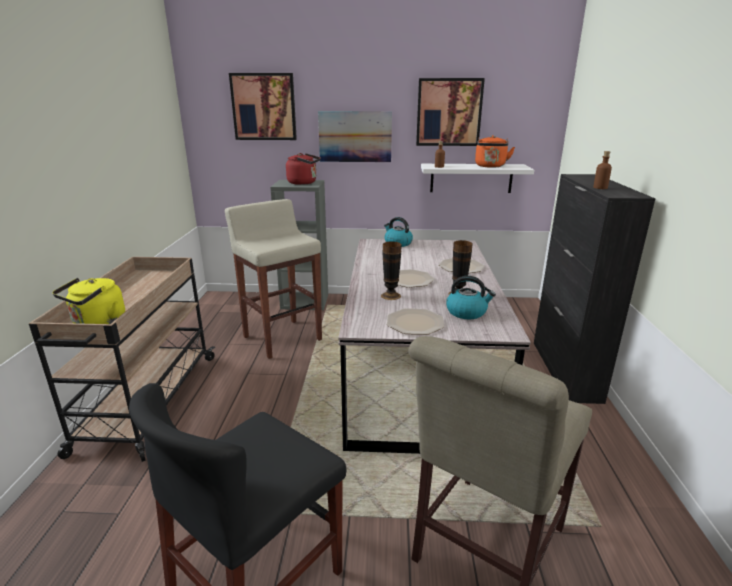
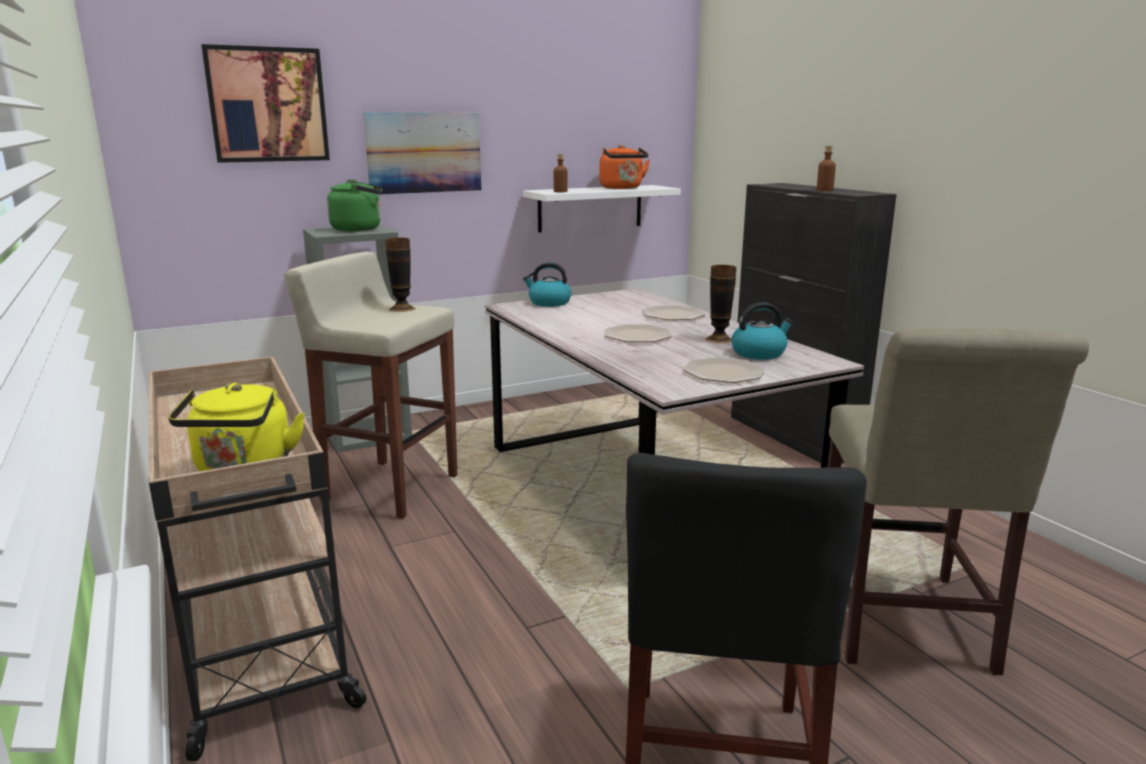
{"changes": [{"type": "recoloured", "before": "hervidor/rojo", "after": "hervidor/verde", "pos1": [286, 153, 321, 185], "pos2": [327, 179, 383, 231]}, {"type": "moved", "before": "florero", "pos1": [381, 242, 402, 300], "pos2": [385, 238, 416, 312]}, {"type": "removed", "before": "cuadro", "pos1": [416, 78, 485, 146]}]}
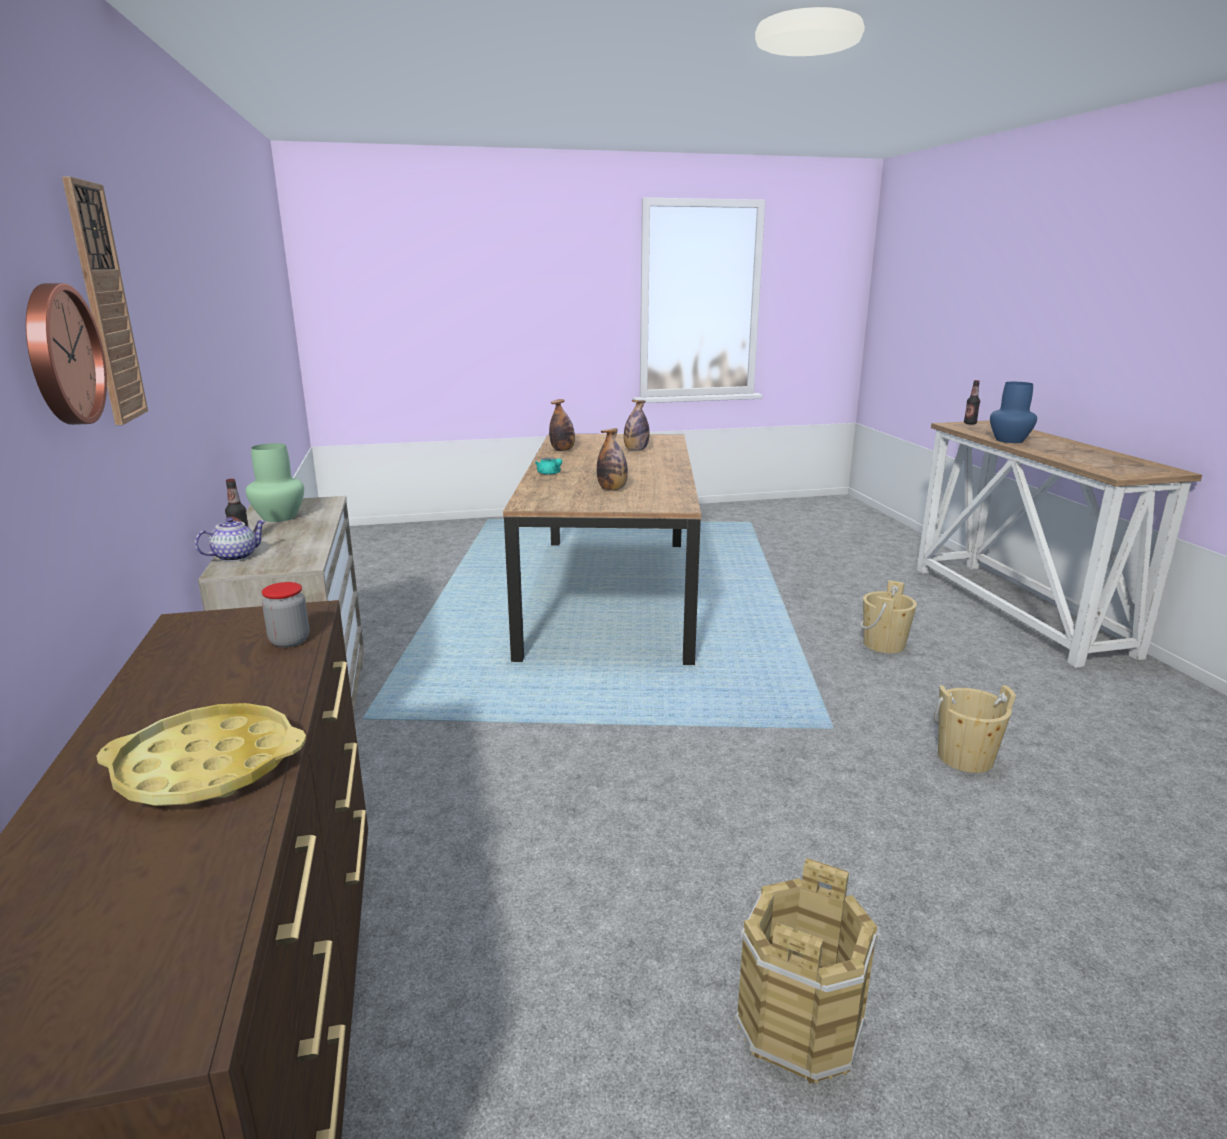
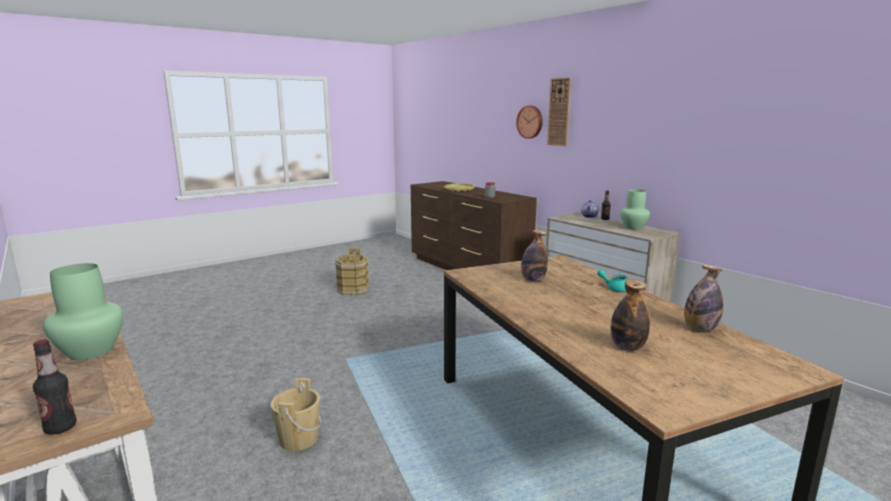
{"changes": [{"type": "removed", "before": "cubo/beis", "pos1": [934, 685, 1016, 773]}, {"type": "recoloured", "before": "florero/azul", "after": "florero/verde", "pos1": [990, 382, 1037, 443], "pos2": [43, 263, 124, 360]}]}
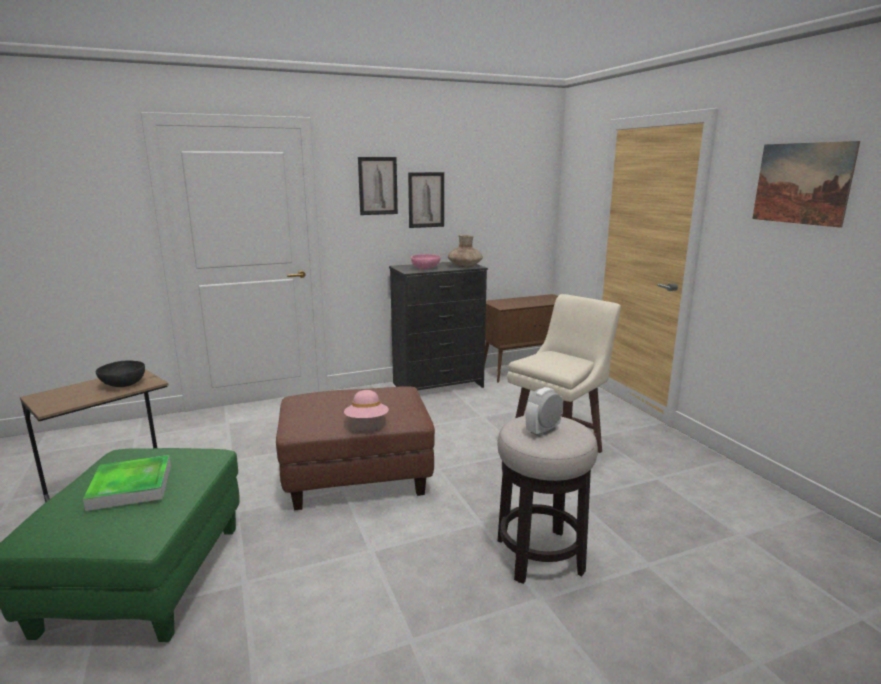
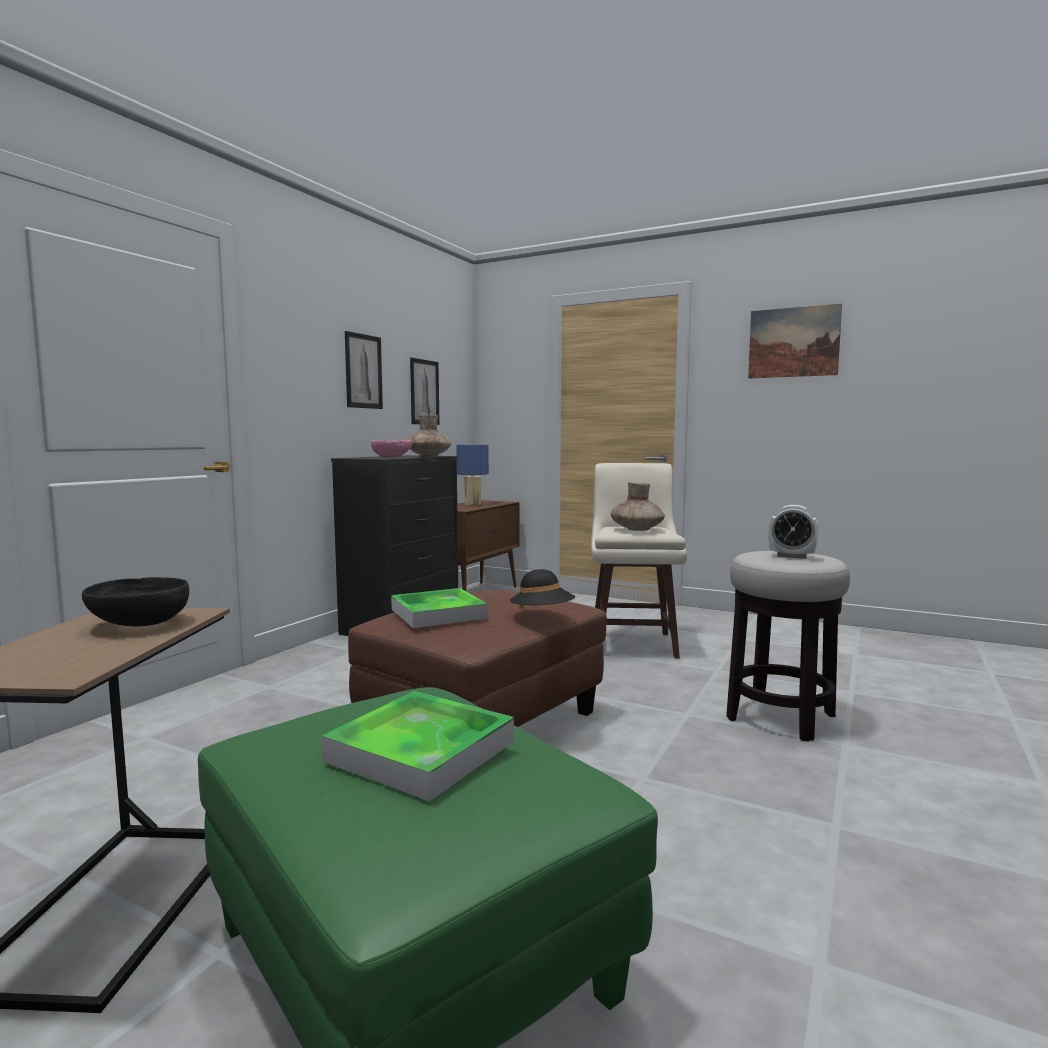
{"changes": [{"type": "recoloured", "before": "sombrero/rosa", "after": "sombrero/negro", "pos1": [344, 390, 389, 418], "pos2": [509, 569, 575, 608]}, {"type": "moved", "before": "cuadro", "pos1": [358, 157, 398, 215], "pos2": [410, 358, 440, 425]}, {"type": "turned", "before": "despertador", "pos1": [526, 387, 563, 437], "pos2": [768, 505, 819, 559], "turn": -75}, {"type": "added", "after": "bandeja", "pos2": [391, 588, 488, 628]}, {"type": "added", "after": "lámpara de mesa/azul", "pos2": [456, 444, 489, 505]}, {"type": "added", "after": "florero/marrón", "pos2": [610, 482, 665, 531]}]}
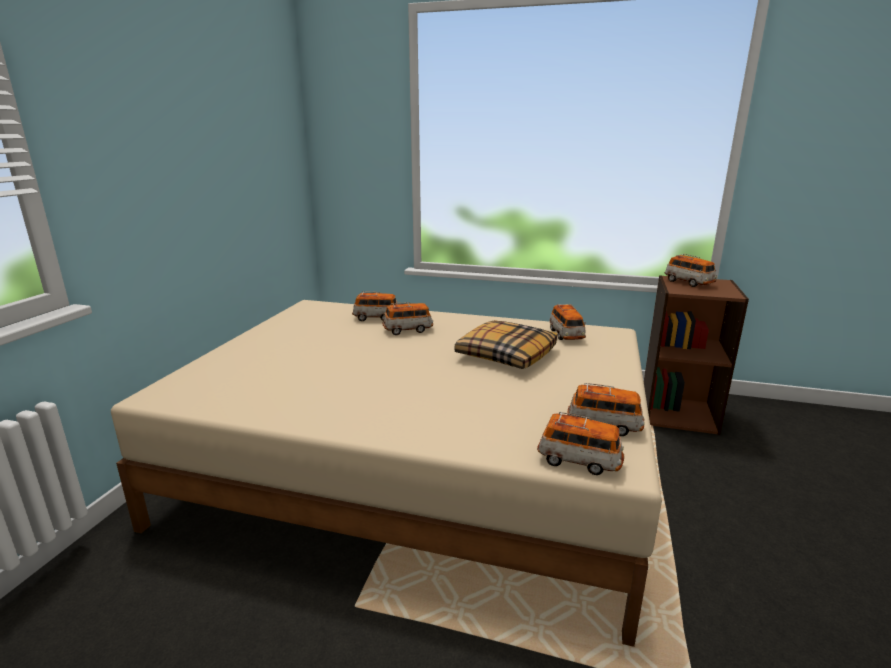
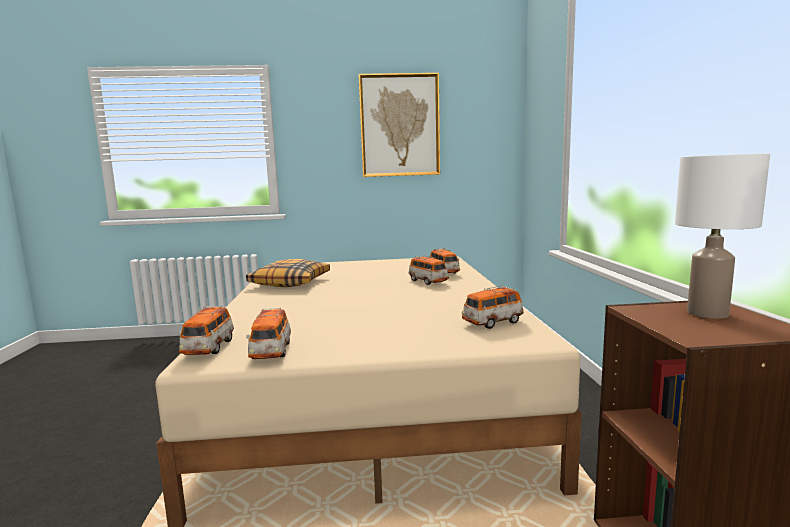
{"changes": [{"type": "moved", "before": "cojín", "pos1": [455, 320, 557, 369], "pos2": [246, 259, 330, 287]}, {"type": "replaced", "before": "coche de juguete", "after": "lámpara de mesa/blanco", "pos1": [664, 254, 717, 287], "pos2": [675, 154, 770, 319]}, {"type": "added", "after": "cuadro", "pos2": [359, 73, 440, 177]}]}
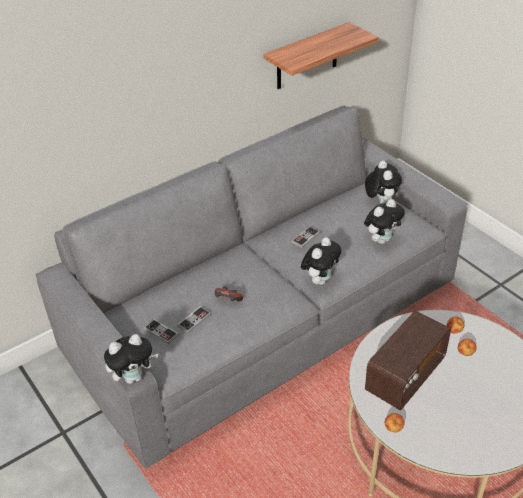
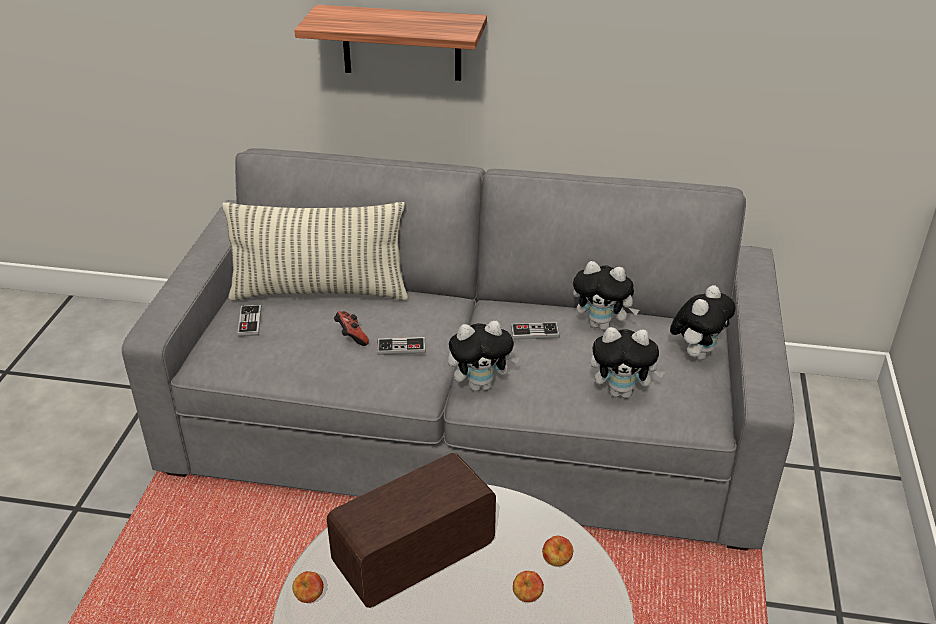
{"changes": [{"type": "moved", "before": "peluche", "pos1": [104, 334, 159, 384], "pos2": [573, 261, 639, 330]}, {"type": "moved", "before": "mando de consola", "pos1": [177, 306, 211, 333], "pos2": [377, 337, 426, 355]}, {"type": "moved", "before": "estante", "pos1": [263, 22, 379, 89], "pos2": [294, 5, 487, 81]}, {"type": "turned", "before": "radio", "pos1": [365, 310, 451, 410], "pos2": [327, 453, 496, 608], "turn": 150}, {"type": "added", "after": "cojín", "pos2": [222, 202, 409, 301]}]}
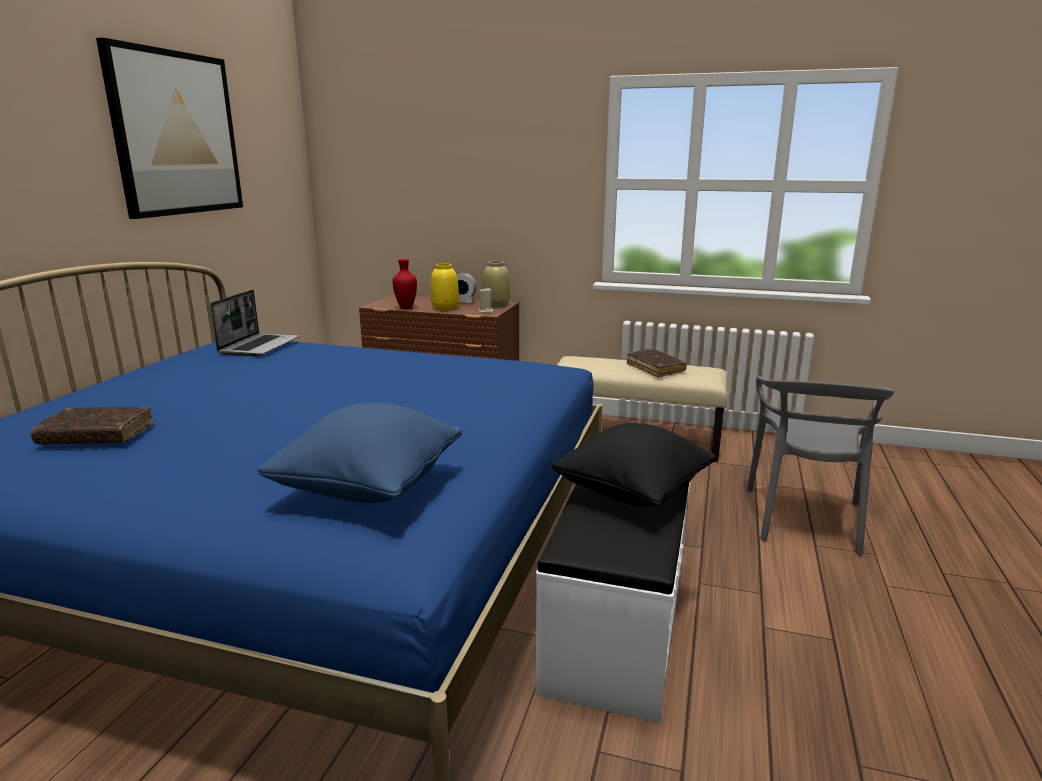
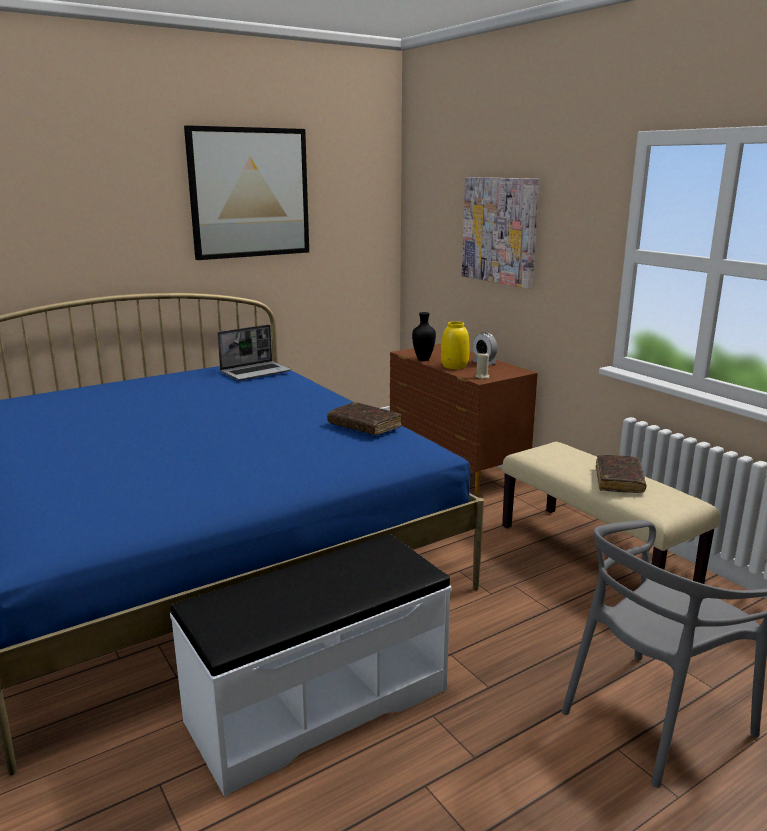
{"changes": [{"type": "moved", "before": "libro/marrón", "pos1": [30, 407, 154, 445], "pos2": [327, 402, 402, 435]}, {"type": "removed", "before": "cojín/azul", "pos1": [257, 403, 462, 503]}, {"type": "recoloured", "before": "florero/rojo", "after": "florero/negro", "pos1": [393, 259, 417, 309], "pos2": [412, 312, 436, 361]}, {"type": "removed", "before": "florero/beis", "pos1": [482, 261, 510, 307]}, {"type": "removed", "before": "cojín/negro", "pos1": [551, 423, 716, 507]}, {"type": "added", "after": "cuadro", "pos2": [462, 177, 540, 289]}]}
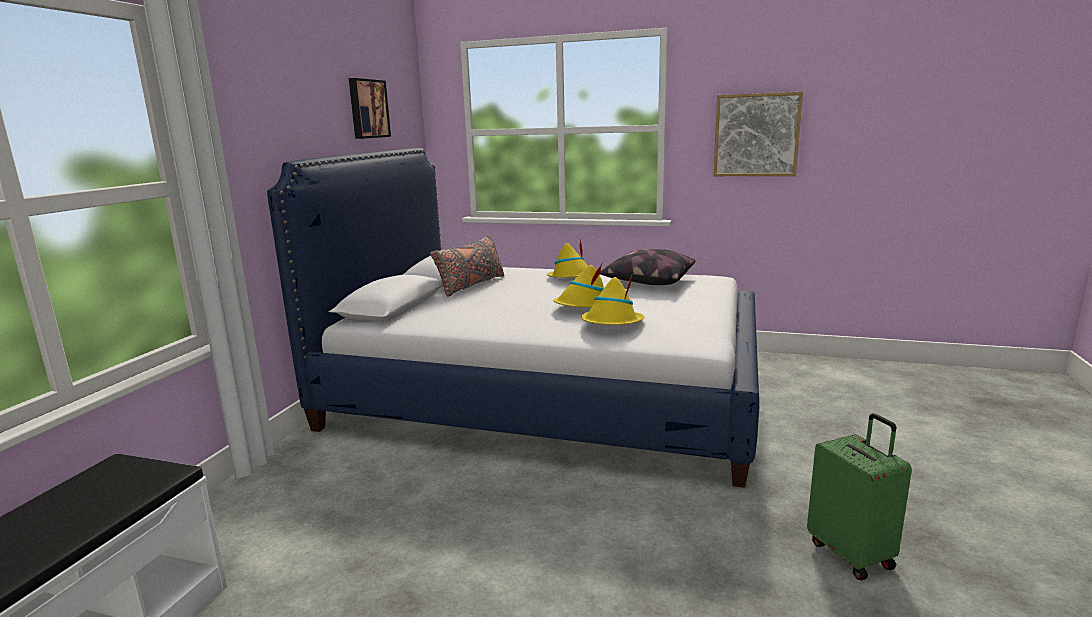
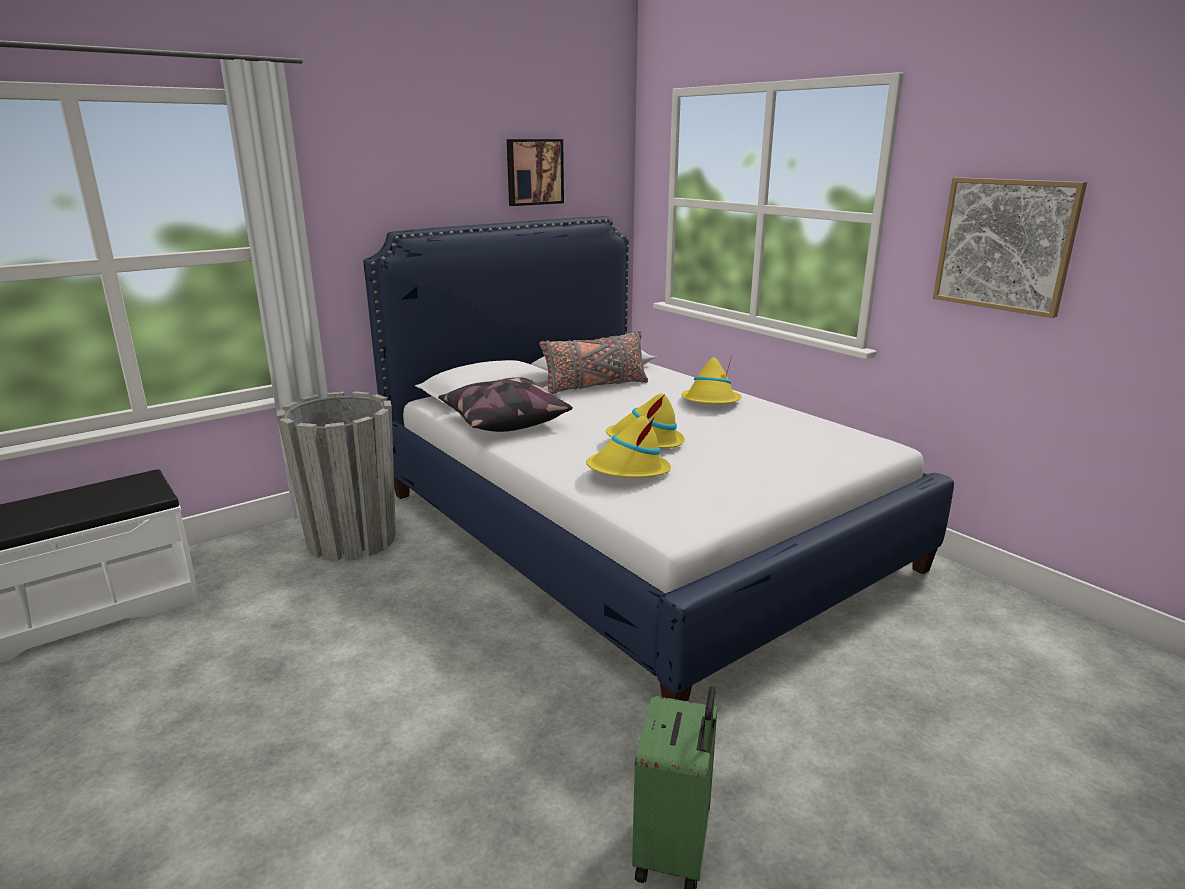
{"changes": [{"type": "moved", "before": "cojín", "pos1": [600, 249, 695, 285], "pos2": [438, 377, 573, 432]}, {"type": "added", "after": "maceta/gris", "pos2": [277, 391, 396, 561]}]}
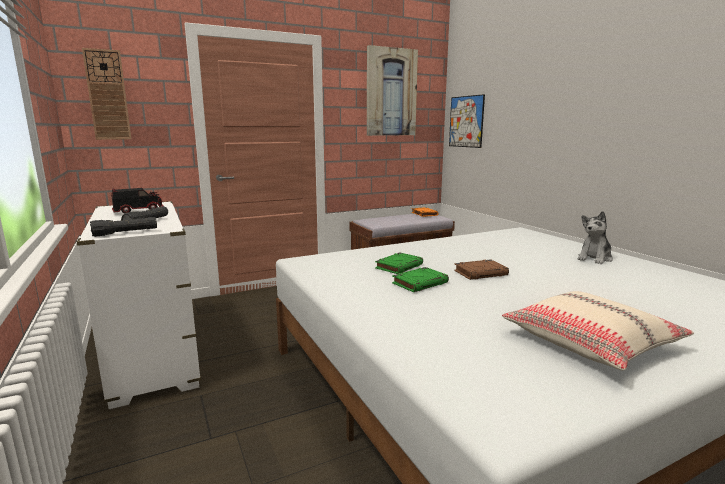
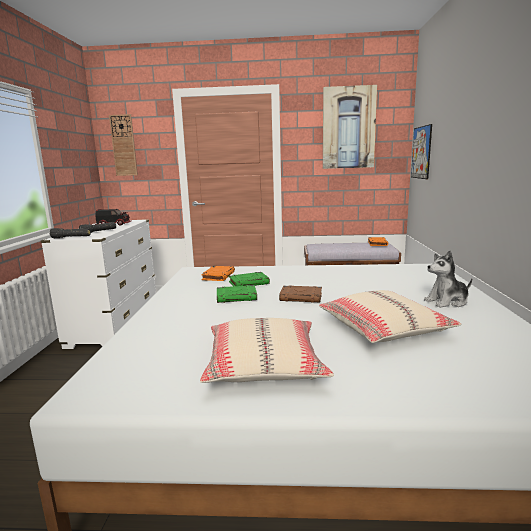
{"changes": [{"type": "added", "after": "libro/naranja", "pos2": [201, 266, 235, 281]}, {"type": "added", "after": "cojín/beis", "pos2": [319, 290, 461, 343]}]}
